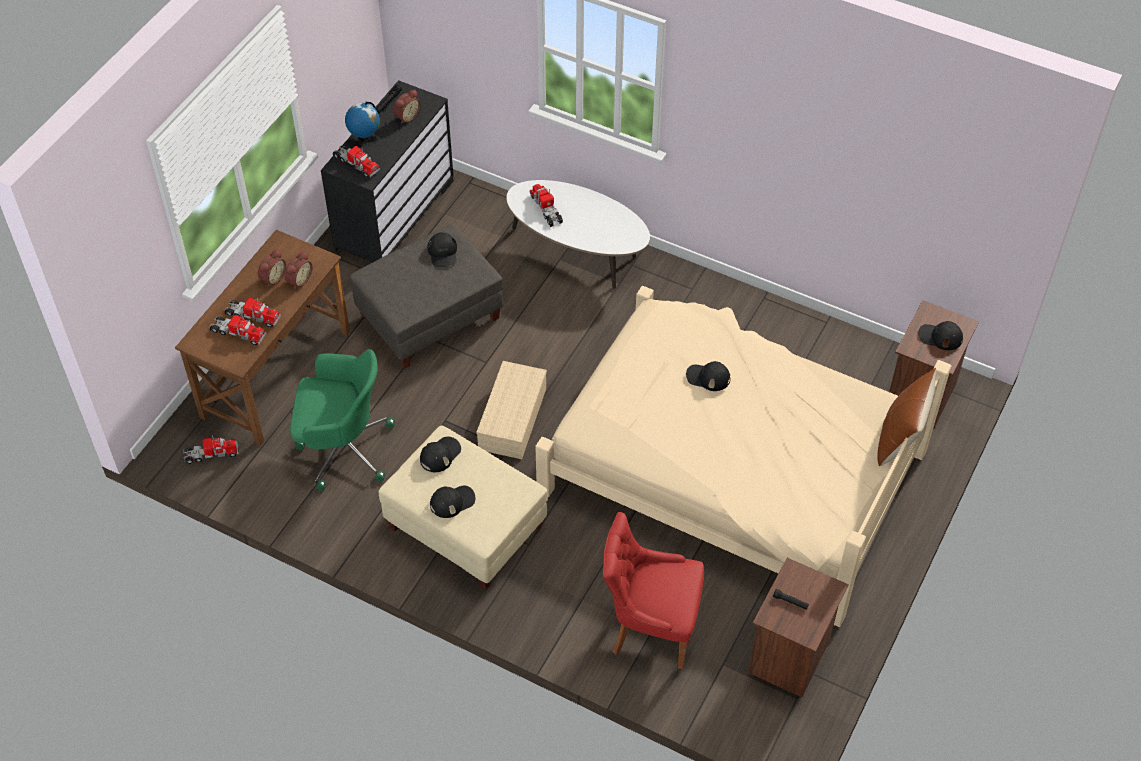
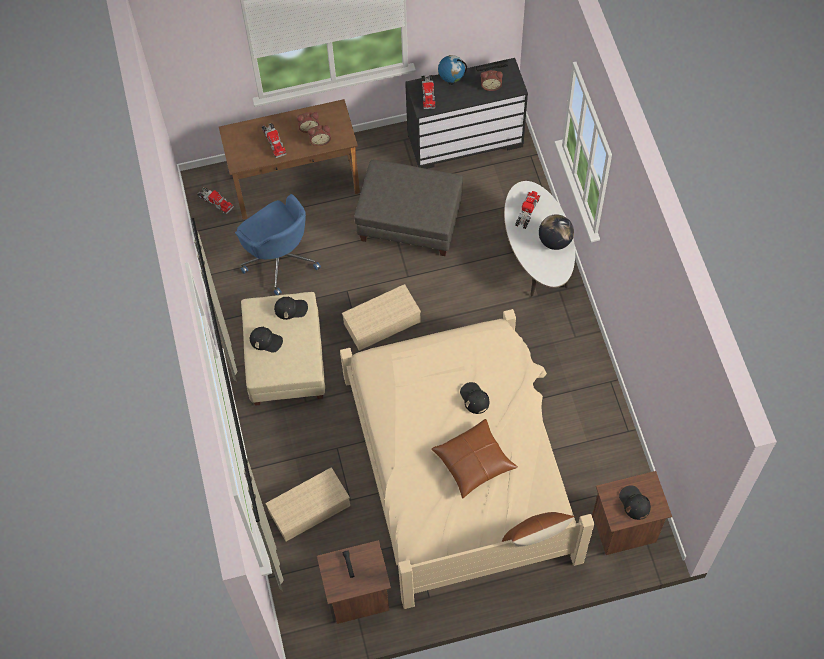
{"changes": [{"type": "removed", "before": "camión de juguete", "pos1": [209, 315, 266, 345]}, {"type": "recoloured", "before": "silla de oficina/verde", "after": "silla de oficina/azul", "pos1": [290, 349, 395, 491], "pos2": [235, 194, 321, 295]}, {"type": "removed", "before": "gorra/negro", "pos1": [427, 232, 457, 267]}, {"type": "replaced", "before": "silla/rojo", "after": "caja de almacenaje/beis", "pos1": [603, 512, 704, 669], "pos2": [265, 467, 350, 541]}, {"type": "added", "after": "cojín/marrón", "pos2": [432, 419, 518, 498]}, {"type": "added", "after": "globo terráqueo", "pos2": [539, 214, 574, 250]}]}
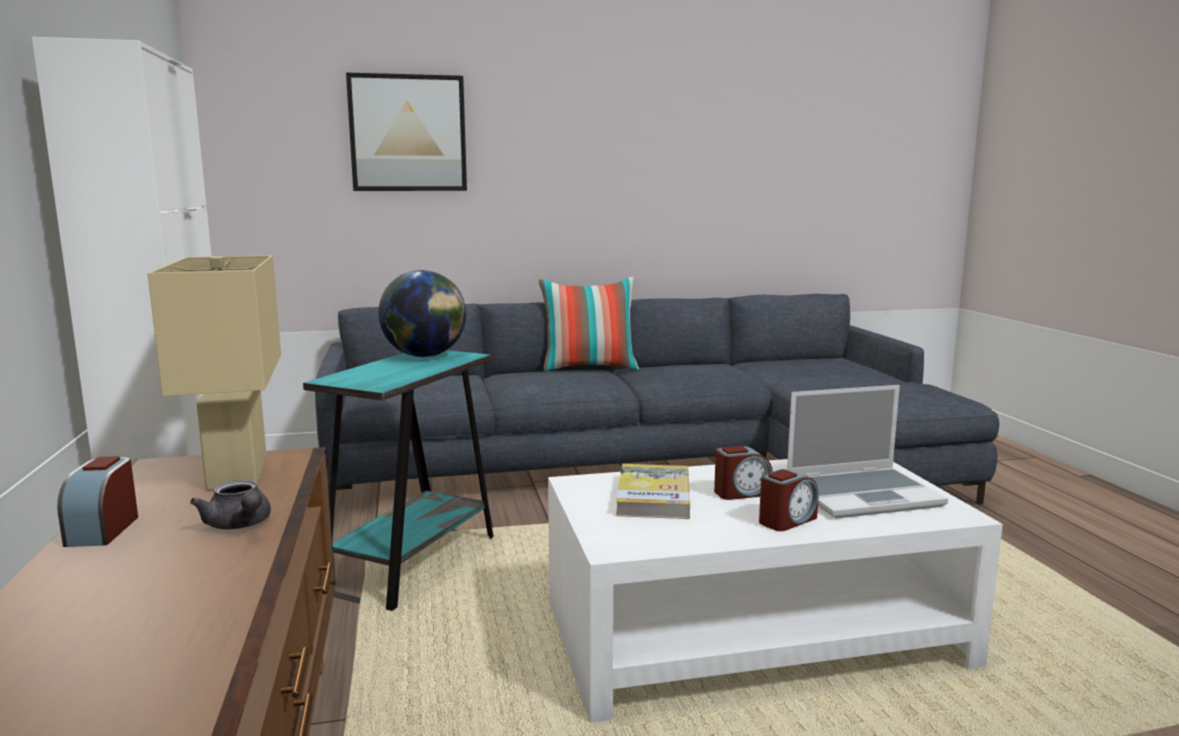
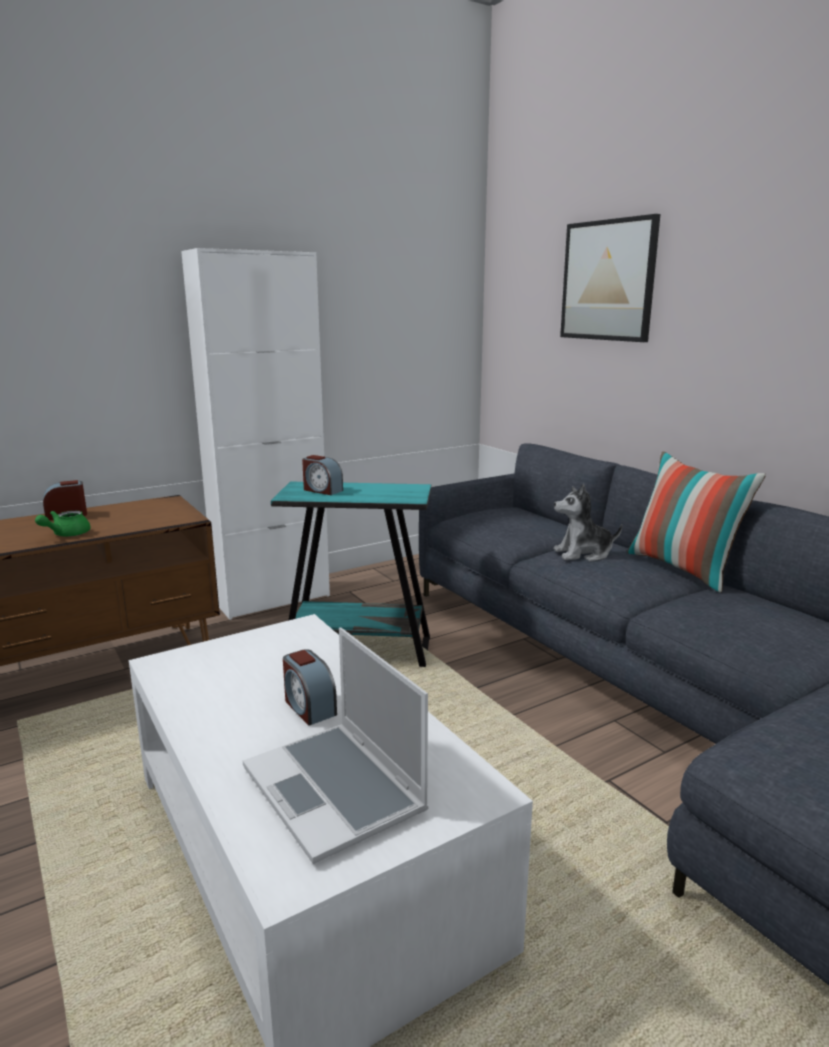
{"changes": [{"type": "removed", "before": "lámpara de mesa/beis", "pos1": [148, 255, 281, 491]}, {"type": "recoloured", "before": "tetera/gris", "after": "tetera/verde", "pos1": [190, 480, 271, 529], "pos2": [35, 511, 91, 537]}, {"type": "removed", "before": "globo terráqueo", "pos1": [378, 270, 466, 357]}, {"type": "removed", "before": "libro", "pos1": [616, 464, 690, 519]}, {"type": "moved", "before": "despertador", "pos1": [759, 469, 819, 531], "pos2": [302, 455, 343, 495]}, {"type": "added", "after": "peluche", "pos2": [554, 484, 622, 562]}]}
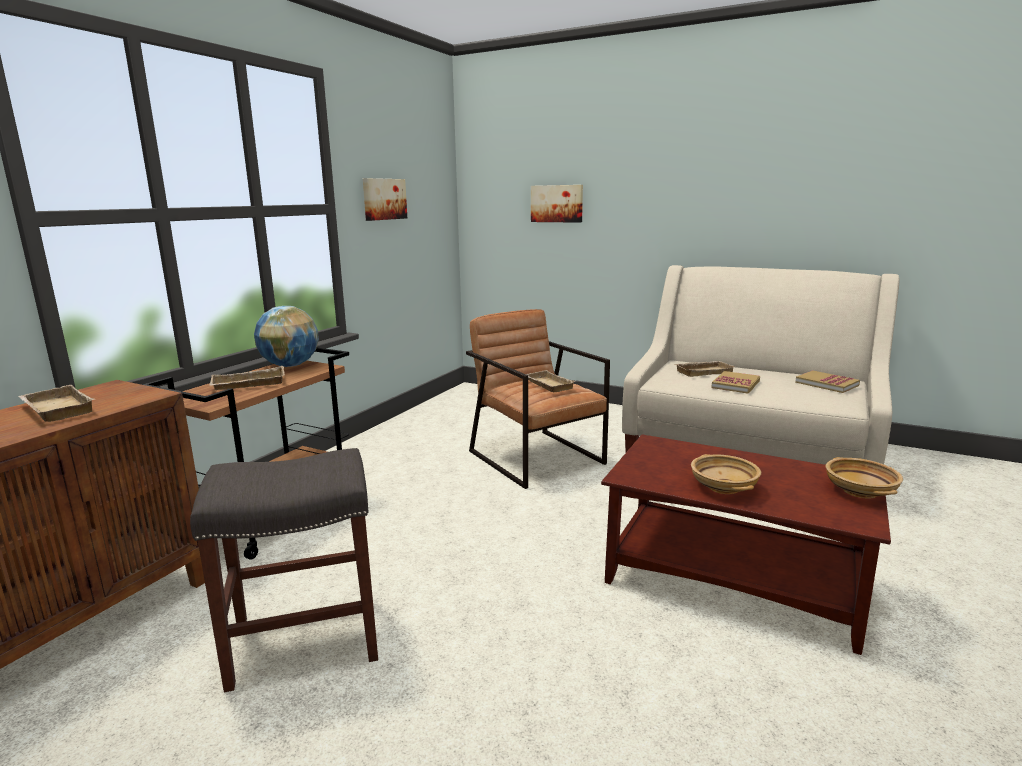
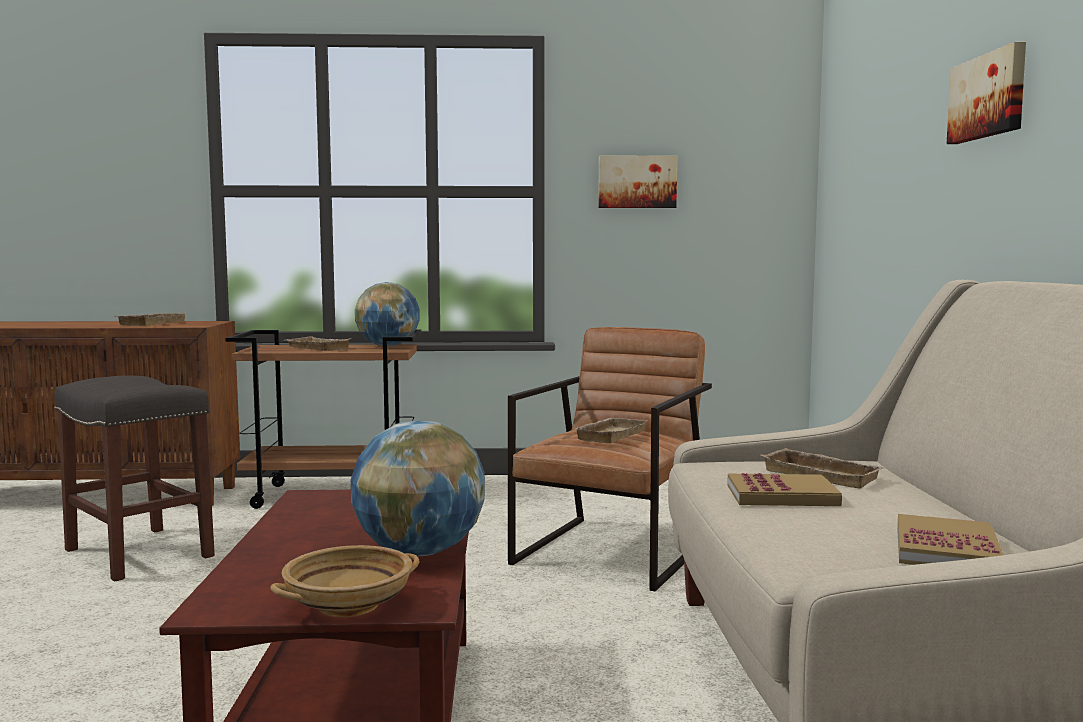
{"changes": [{"type": "moved", "before": "cuadro", "pos1": [531, 185, 583, 223], "pos2": [947, 42, 1026, 144]}, {"type": "removed", "before": "cuenco/beis", "pos1": [691, 454, 761, 494]}, {"type": "added", "after": "globo terráqueo", "pos2": [351, 421, 485, 557]}]}
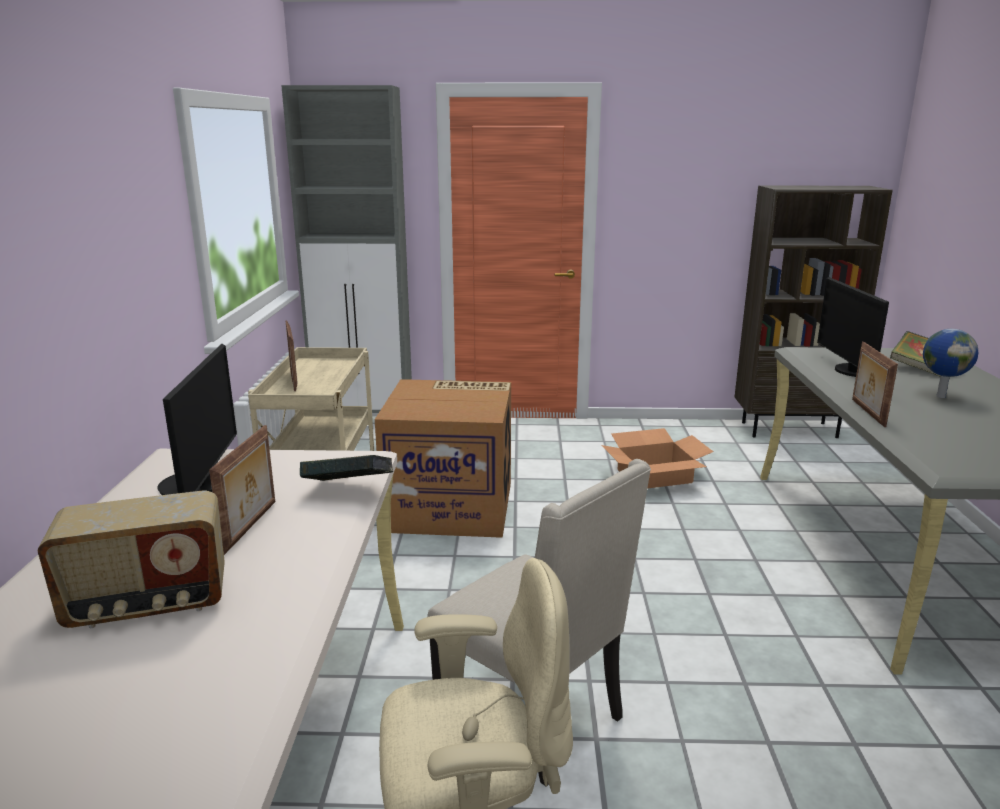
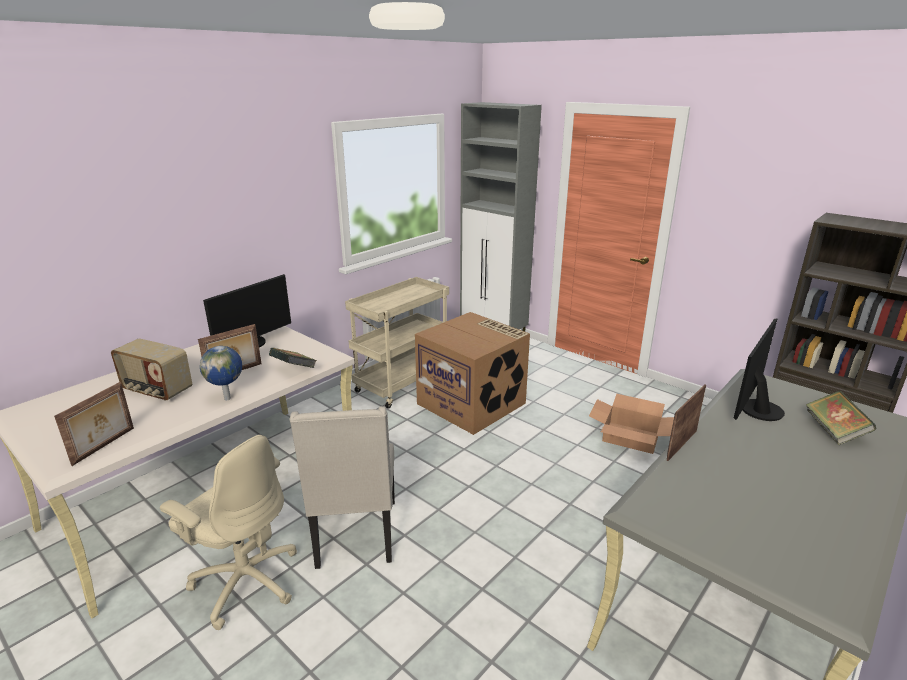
{"changes": [{"type": "moved", "before": "portarretratos", "pos1": [286, 321, 298, 391], "pos2": [54, 382, 134, 466]}, {"type": "moved", "before": "globo terráqueo", "pos1": [923, 329, 978, 398], "pos2": [200, 346, 242, 400]}]}
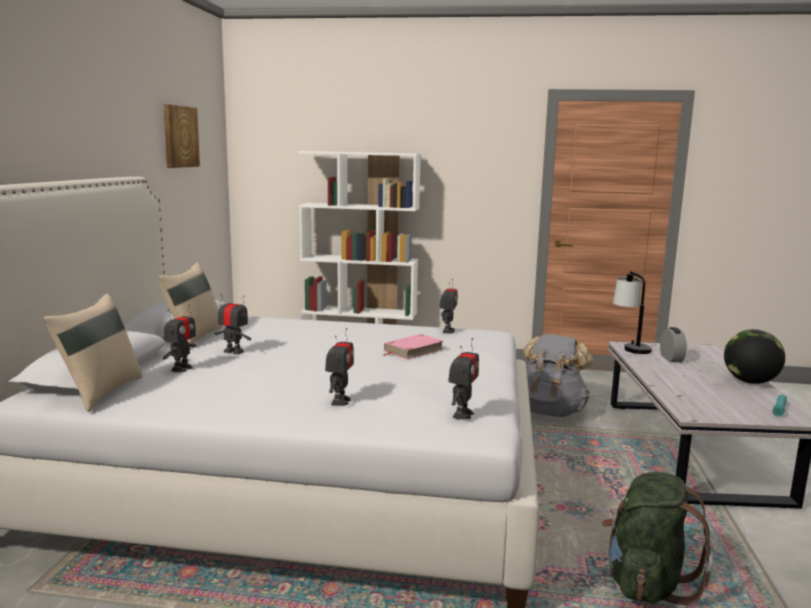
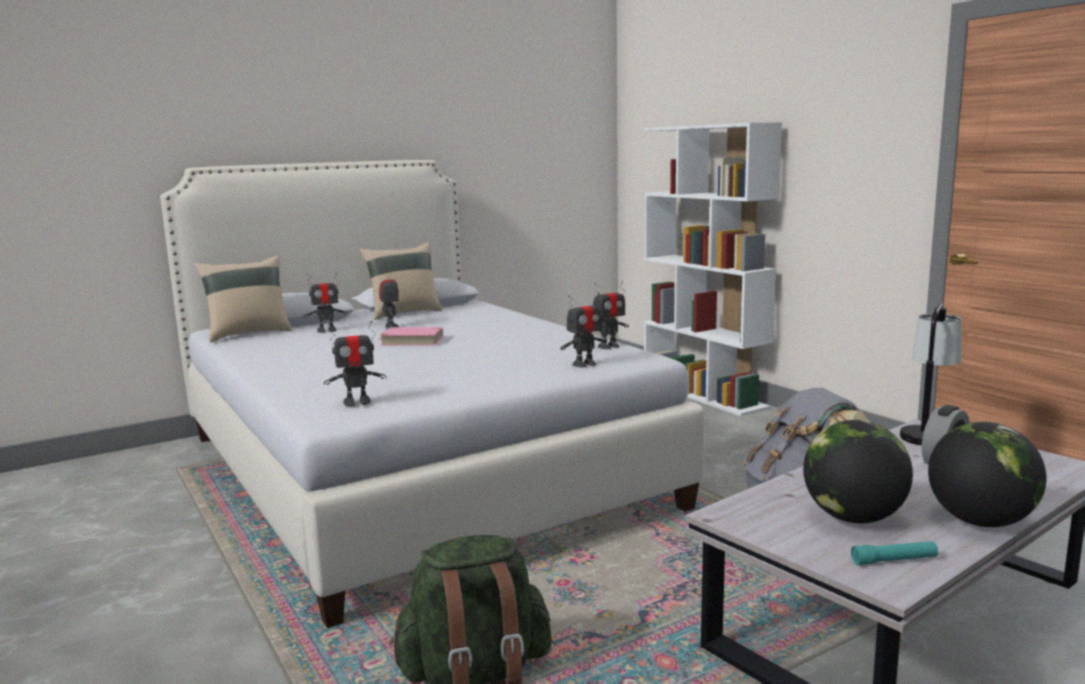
{"changes": [{"type": "removed", "before": "cuadro", "pos1": [163, 104, 200, 168]}, {"type": "moved", "before": "robot de juguete", "pos1": [325, 328, 354, 406], "pos2": [560, 293, 607, 367]}, {"type": "moved", "before": "libro/rosa", "pos1": [383, 334, 444, 360], "pos2": [379, 327, 443, 346]}, {"type": "added", "after": "globo terráqueo", "pos2": [803, 420, 913, 523]}]}
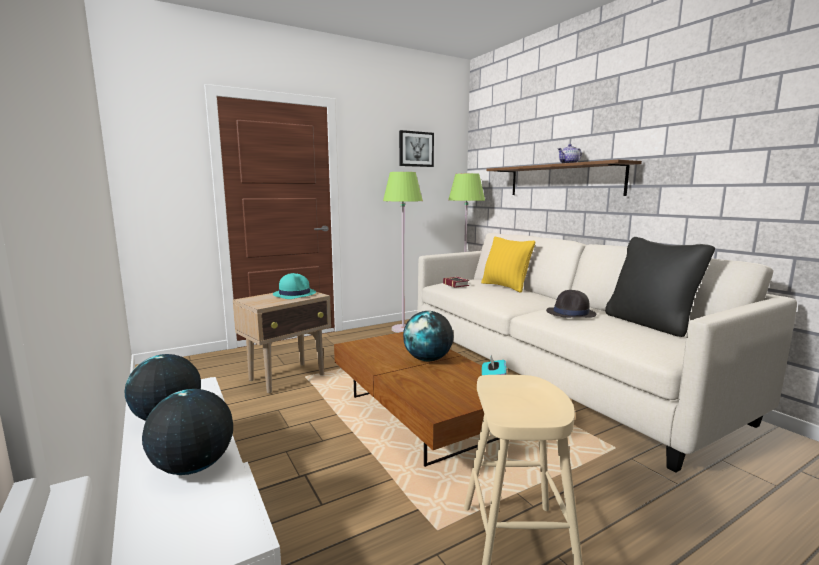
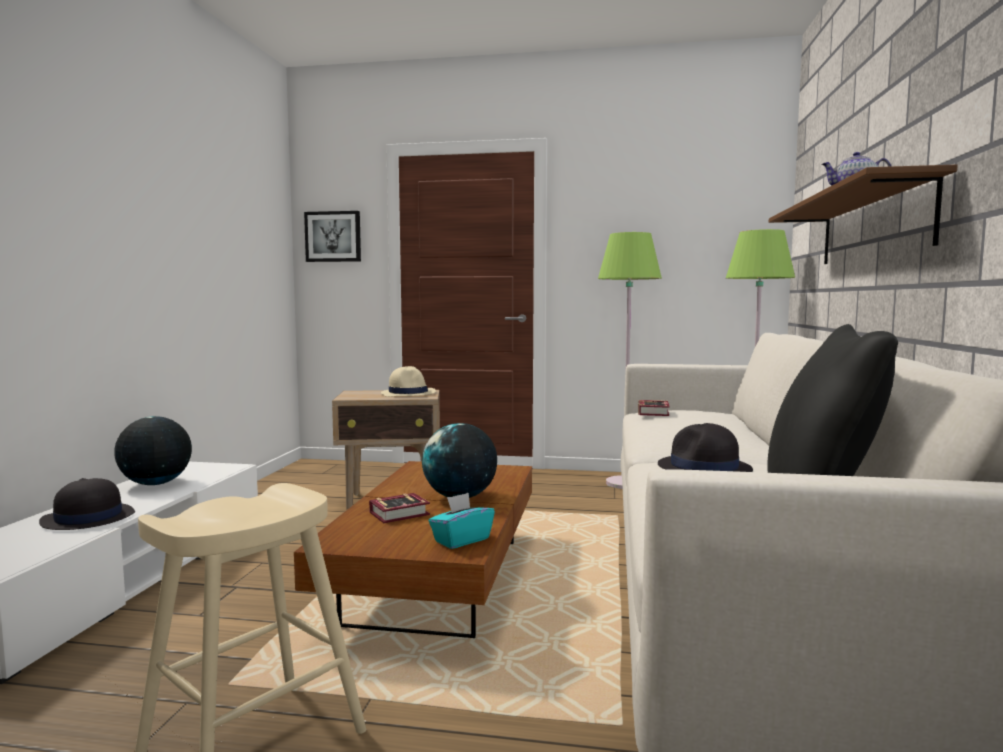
{"changes": [{"type": "replaced", "before": "globo terráqueo", "after": "sombrero/negro", "pos1": [142, 389, 233, 475], "pos2": [39, 478, 135, 530]}, {"type": "recoloured", "before": "sombrero/turquesa", "after": "sombrero/beis", "pos1": [273, 273, 316, 299], "pos2": [381, 366, 436, 397]}, {"type": "moved", "before": "cuadro", "pos1": [399, 130, 434, 167], "pos2": [304, 211, 361, 262]}, {"type": "removed", "before": "cojín/amarillo", "pos1": [481, 237, 535, 292]}, {"type": "added", "after": "libro", "pos2": [369, 493, 430, 523]}]}
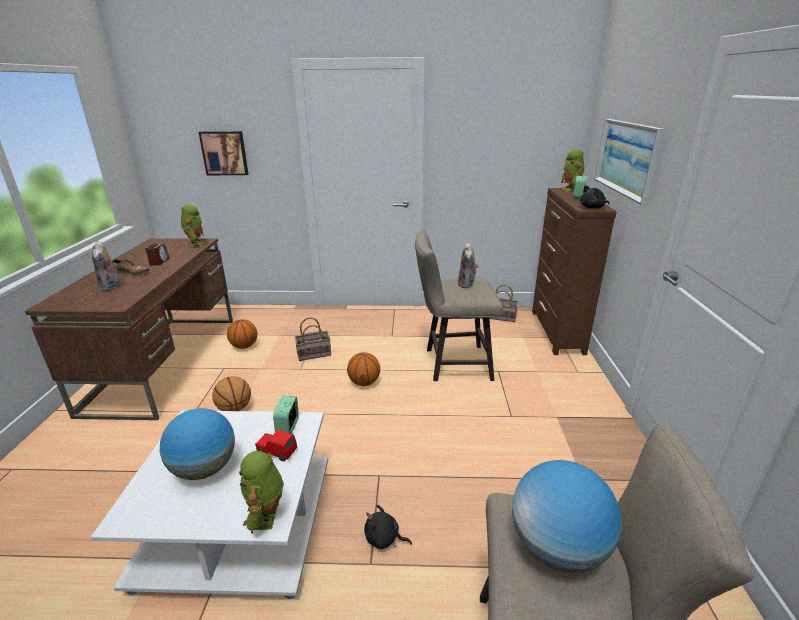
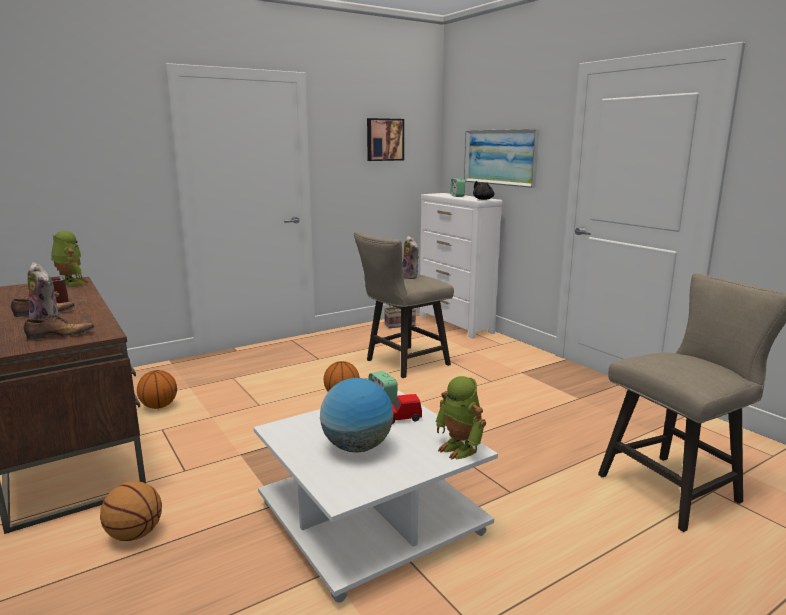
{"changes": [{"type": "moved", "before": "cuadro", "pos1": [199, 131, 248, 175], "pos2": [367, 118, 404, 161]}, {"type": "moved", "before": "balón de baloncesto", "pos1": [212, 376, 251, 411], "pos2": [100, 481, 162, 541]}, {"type": "removed", "before": "cesta", "pos1": [295, 317, 331, 361]}, {"type": "removed", "before": "peluche/negro", "pos1": [364, 505, 412, 549]}, {"type": "removed", "before": "globo terráqueo", "pos1": [512, 460, 622, 573]}, {"type": "recoloured", "before": "cómoda/marrón", "after": "cómoda/blanco", "pos1": [532, 188, 617, 355], "pos2": [420, 193, 503, 339]}, {"type": "removed", "before": "robot de juguete", "pos1": [558, 149, 584, 192]}, {"type": "added", "after": "zapato", "pos2": [24, 315, 95, 340]}]}
